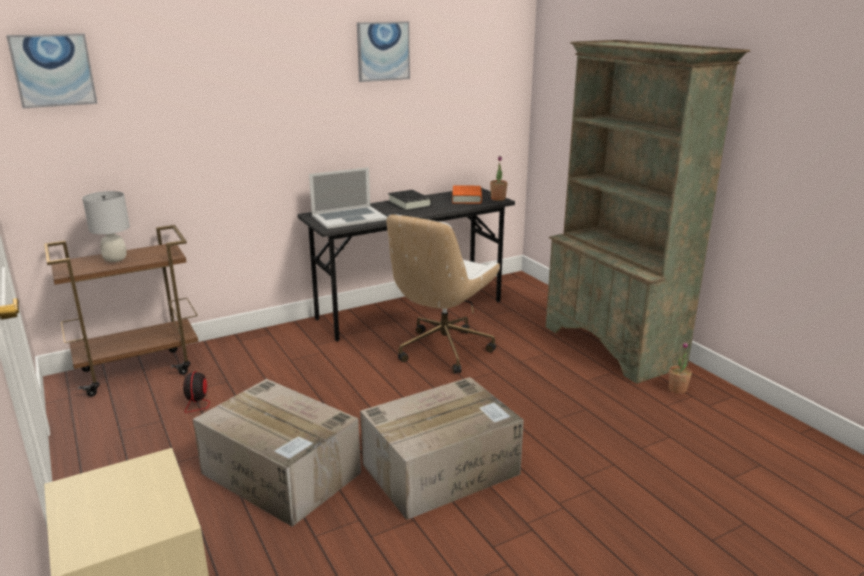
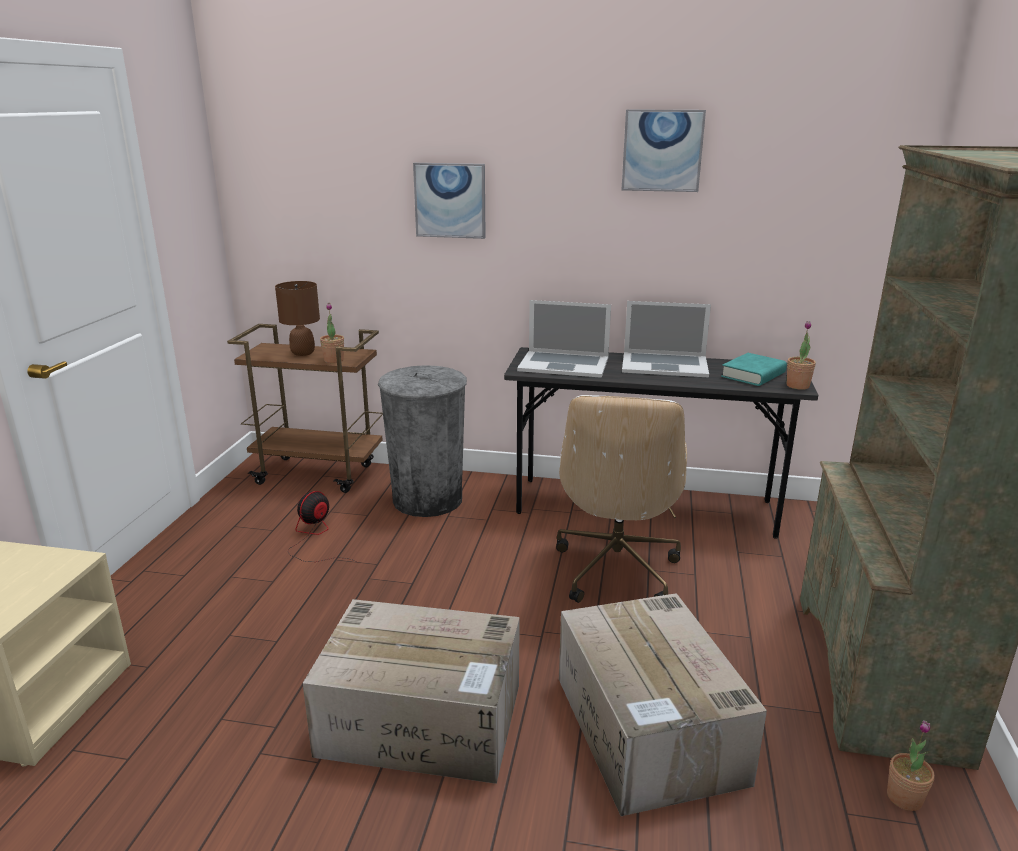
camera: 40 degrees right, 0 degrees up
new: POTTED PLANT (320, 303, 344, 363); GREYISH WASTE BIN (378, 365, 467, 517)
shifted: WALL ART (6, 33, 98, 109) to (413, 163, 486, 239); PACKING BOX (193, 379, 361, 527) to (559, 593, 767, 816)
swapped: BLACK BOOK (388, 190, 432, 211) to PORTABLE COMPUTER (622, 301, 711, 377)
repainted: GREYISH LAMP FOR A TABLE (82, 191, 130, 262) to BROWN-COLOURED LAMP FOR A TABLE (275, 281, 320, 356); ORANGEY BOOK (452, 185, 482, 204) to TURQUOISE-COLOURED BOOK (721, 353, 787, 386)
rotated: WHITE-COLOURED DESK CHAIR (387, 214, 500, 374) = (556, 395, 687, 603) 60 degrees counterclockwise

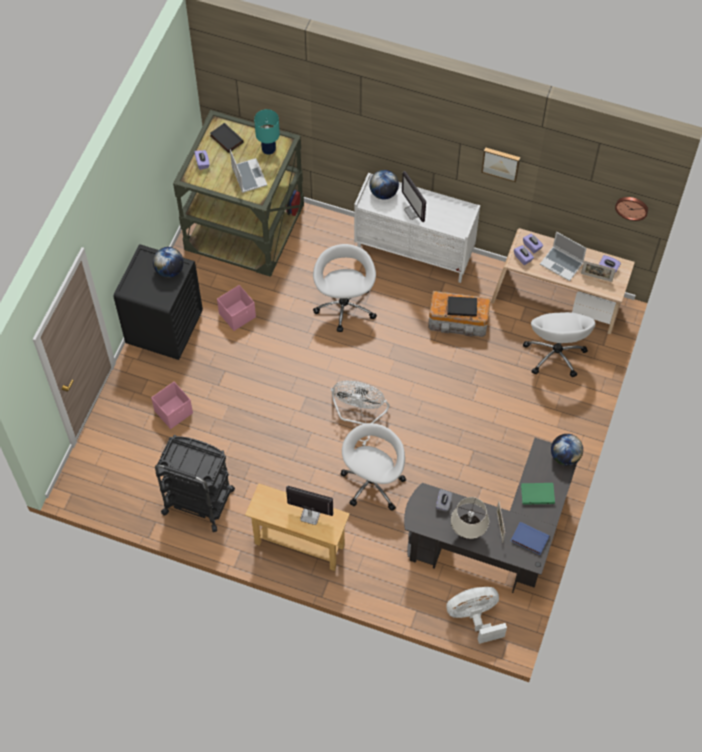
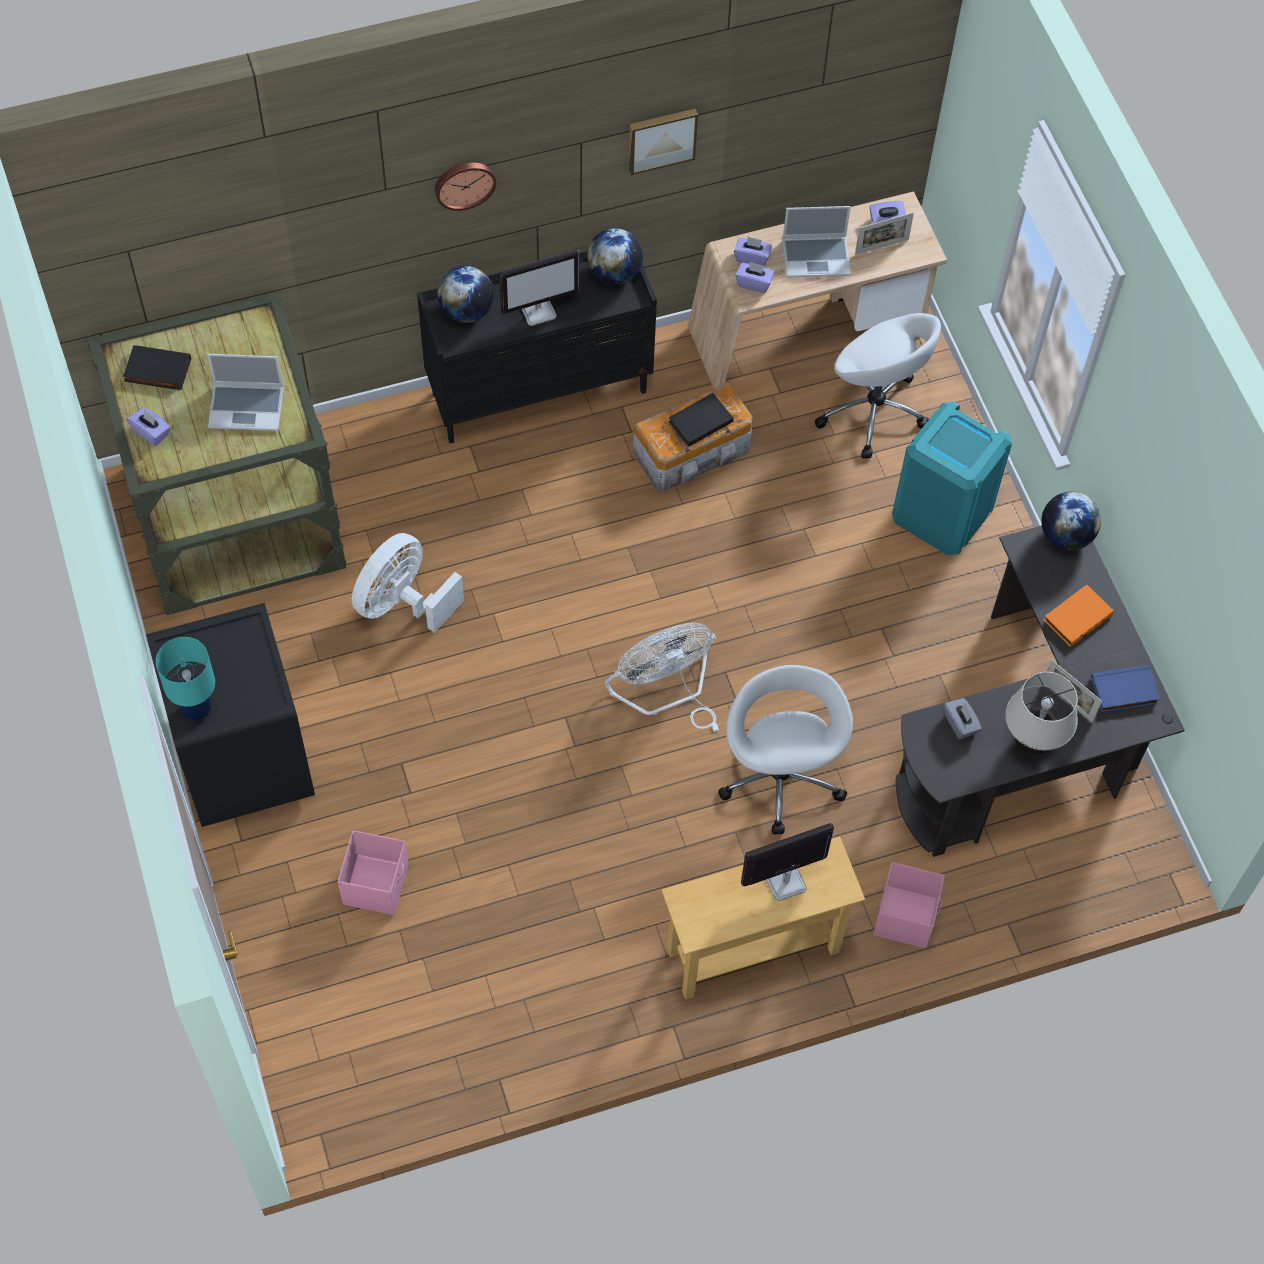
camera: 40 degrees left, 0 degrees up
gone: BLACK TROLLEY (155, 435, 235, 532); WHITE-COLOURED DESK CHAIR (313, 244, 377, 332)
new: TURQUOISE-COLOURED WASTE BIN (892, 402, 1012, 555)
shifted: TURQUOISE-COLOURED LAMP FOR A TABLE (254, 109, 280, 155) to (156, 637, 215, 721); WHITE-COLOURED FAN (446, 587, 507, 644) to (352, 533, 464, 633); CLOCK ON THE WALL (615, 197, 648, 221) to (435, 163, 496, 211); WORLD GLOBE (153, 247, 184, 278) to (587, 228, 643, 285); PINK-COLOURED STORAGE CONTAINER (217, 285, 256, 331) to (873, 862, 945, 948)
repainted: WHITE-COLOURED STORAGE CABINET (354, 173, 480, 283) to BLACK STORAGE CABINET (417, 251, 657, 443); GREEN BOOK (521, 483, 555, 505) to ORANGEY BOOK (1044, 584, 1114, 647)
rotated: PORTABLE COMPUTER (230, 149, 267, 193) = (207, 354, 284, 431) 150 degrees clockwise; MONITOR (402, 171, 426, 222) = (499, 249, 579, 326) 45 degrees counterclockwise

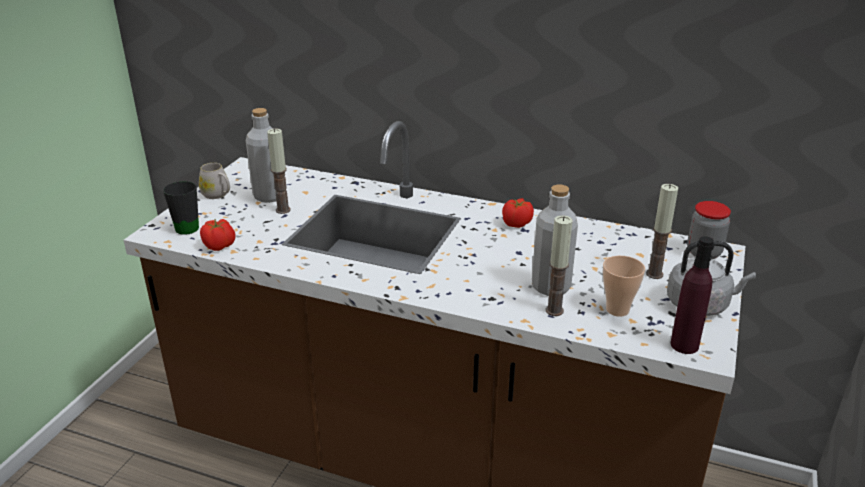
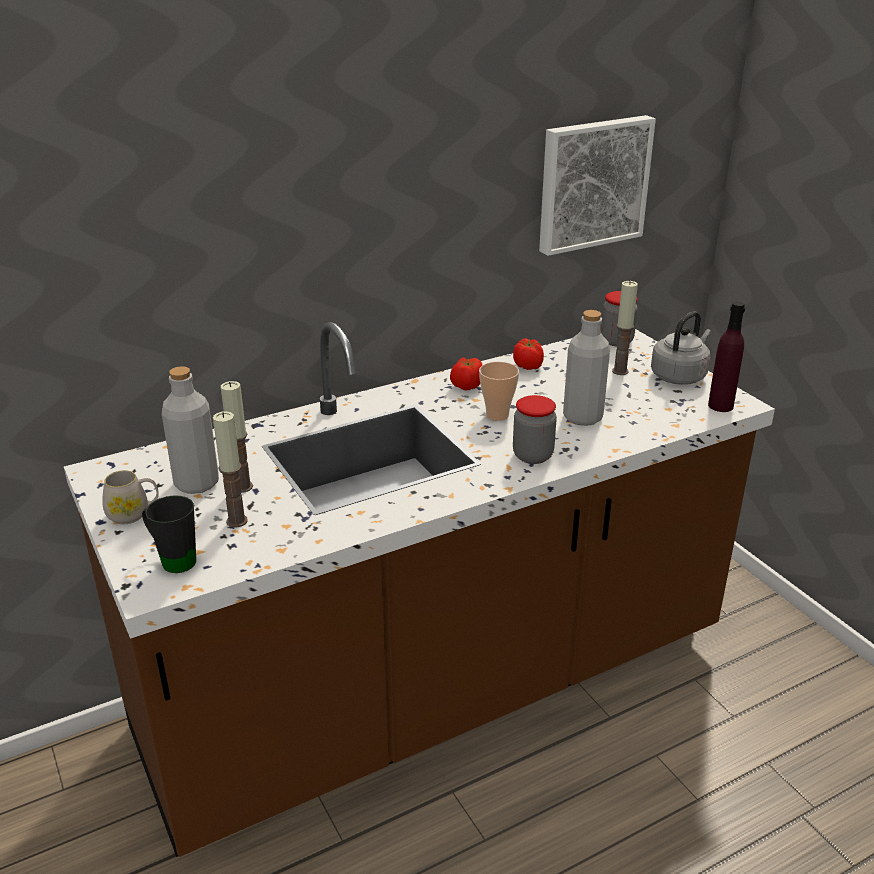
camera: 50 degrees left, 0 degrees up
new: PRESERVE JAR (513, 395, 557, 464); WALL ART (539, 115, 656, 256)
shifted: WAX CANDLE (545, 215, 573, 316) to (213, 411, 248, 528); CUP (603, 256, 645, 317) to (479, 362, 519, 421); TOMATO (200, 219, 236, 251) to (513, 339, 544, 370)

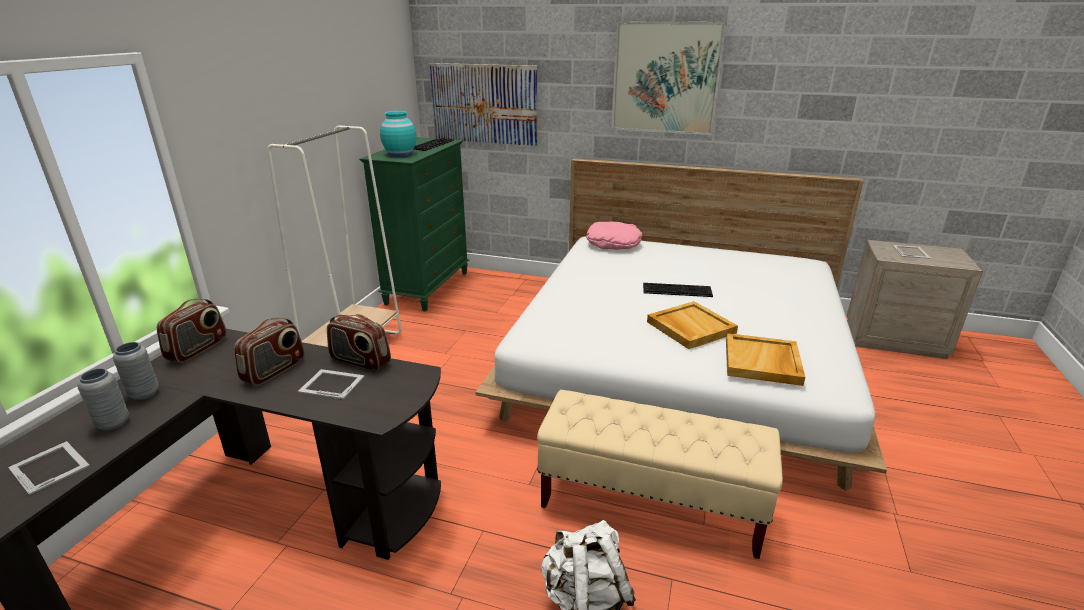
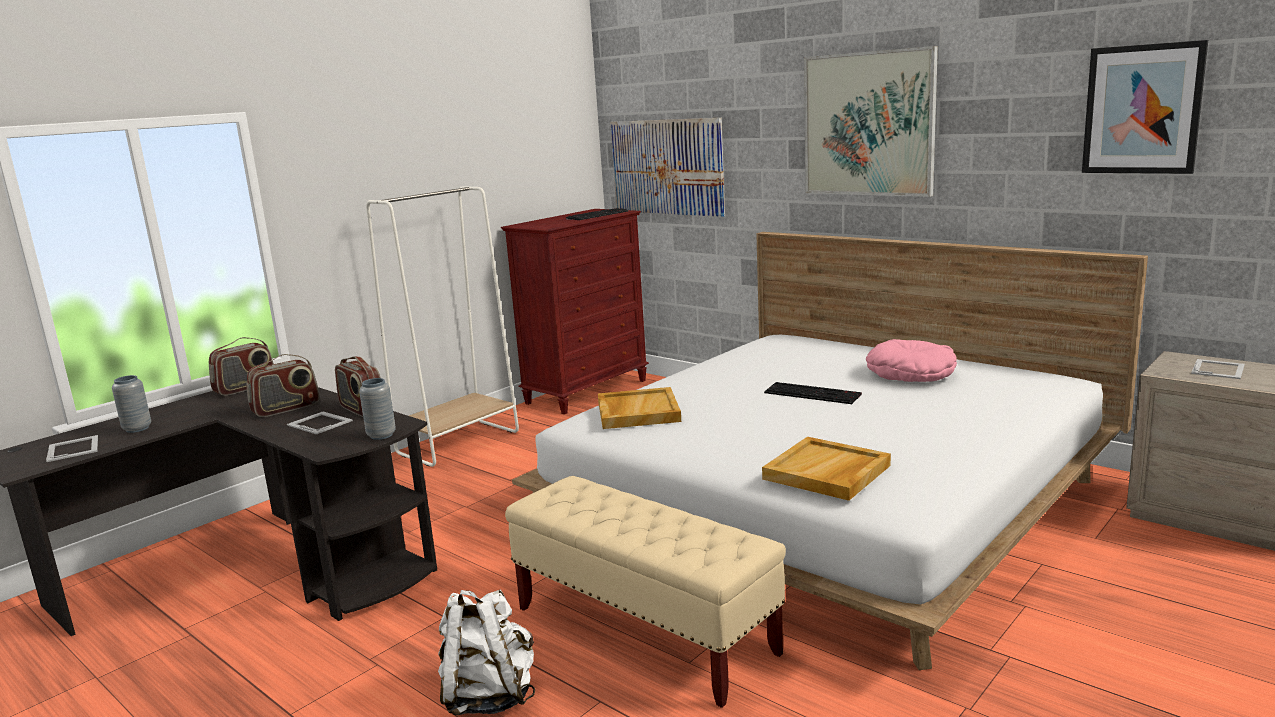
camera: 25 degrees right, 10 degrees down
gone: TURQUOISE-COLOURED VASE (380, 111, 417, 156)
new: WALL ART (1082, 40, 1208, 174)
shifted: GREYISH VASE (113, 342, 159, 400) to (359, 378, 396, 440); BEIGE SERVING TRAY (647, 301, 738, 349) to (598, 387, 681, 429); PINK-COLOURED THROW PILLOW (586, 221, 642, 250) to (866, 339, 957, 382)
repainted: GREEN CHEST OF DRAWERS (359, 137, 469, 311) to RED CHEST OF DRAWERS (501, 209, 649, 414)

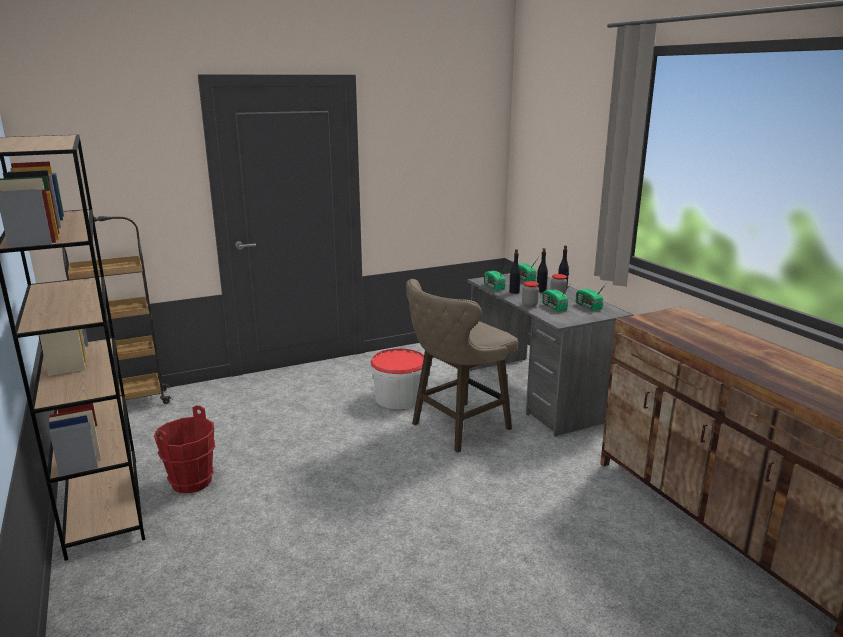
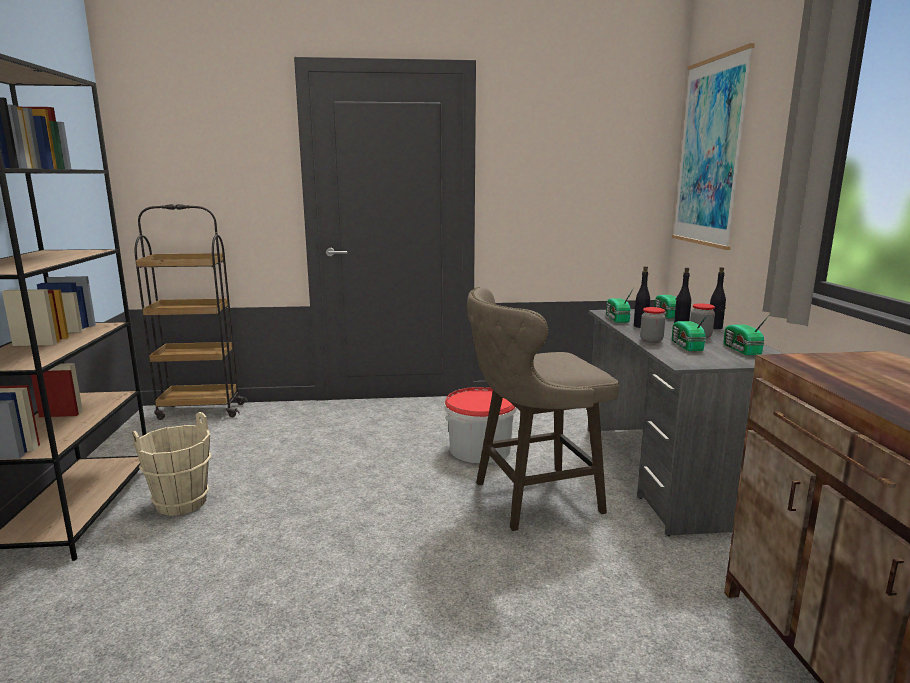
camera: 20 degrees right, 5 degrees down
new: WALL ART (672, 43, 755, 250)
repainted: RED PAIL (154, 405, 215, 493) to BEIGE PAIL (132, 412, 211, 516)

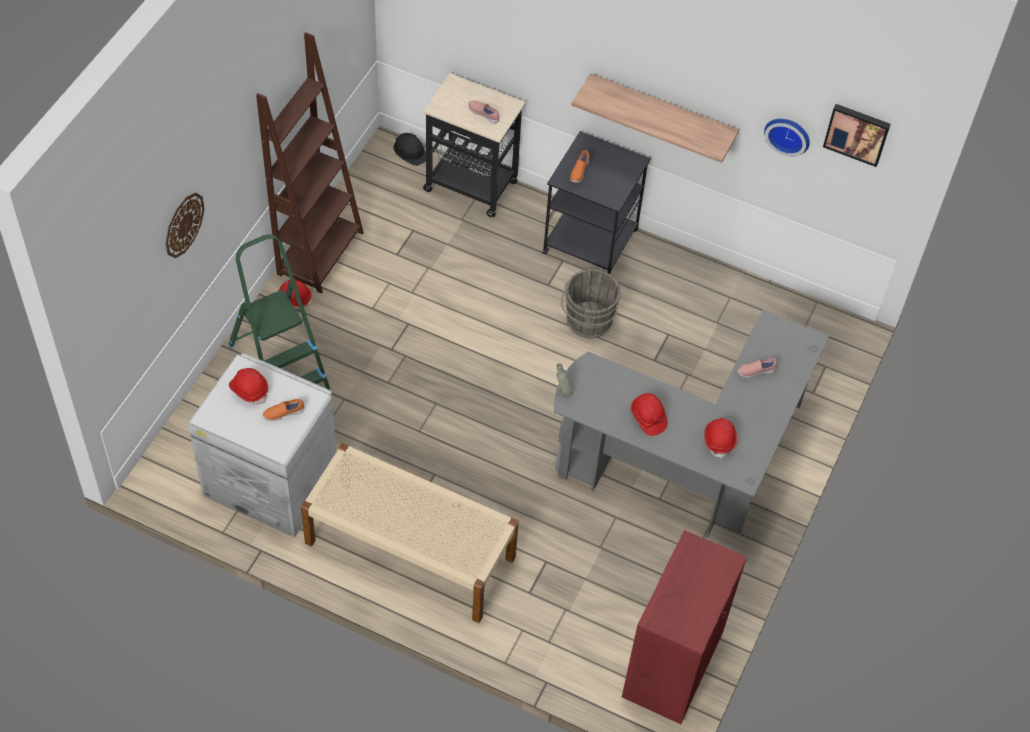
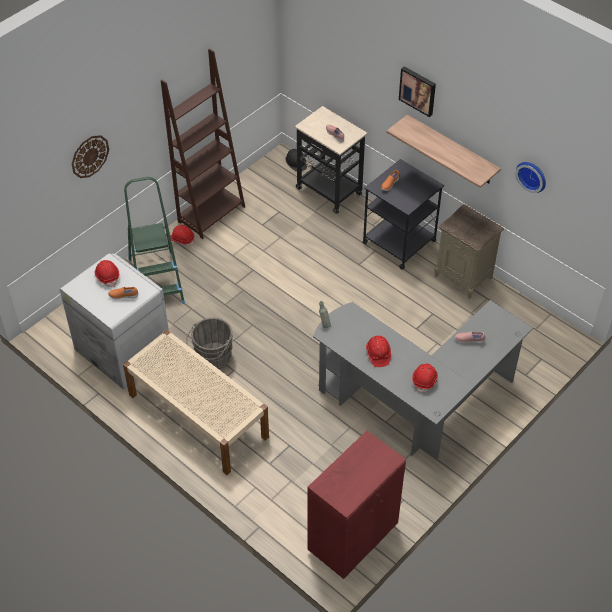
camera: 20 degrees right, 5 degrees down
new: BEIGE BEDSIDE TABLE (434, 204, 504, 299)
shifted: GREYISH PAIL (561, 269, 621, 338) to (186, 318, 233, 369); WALL ART (823, 104, 891, 167) to (399, 66, 436, 117)

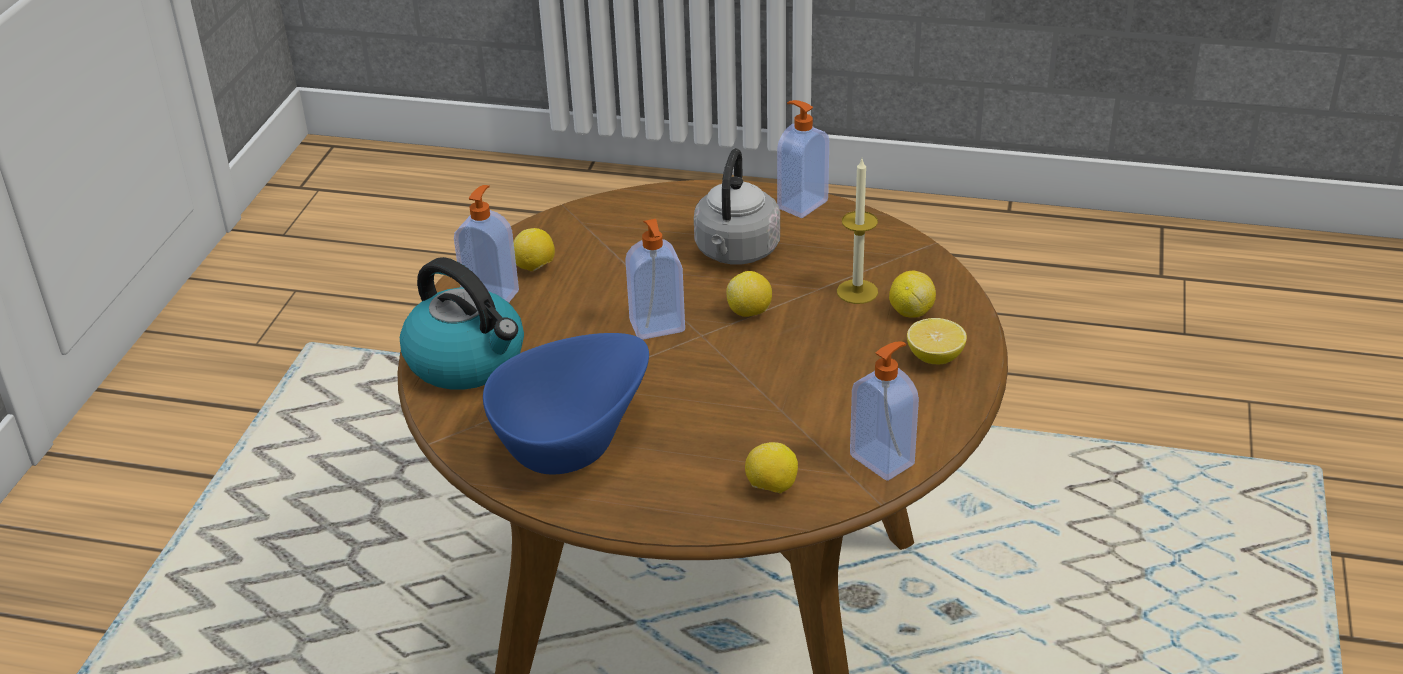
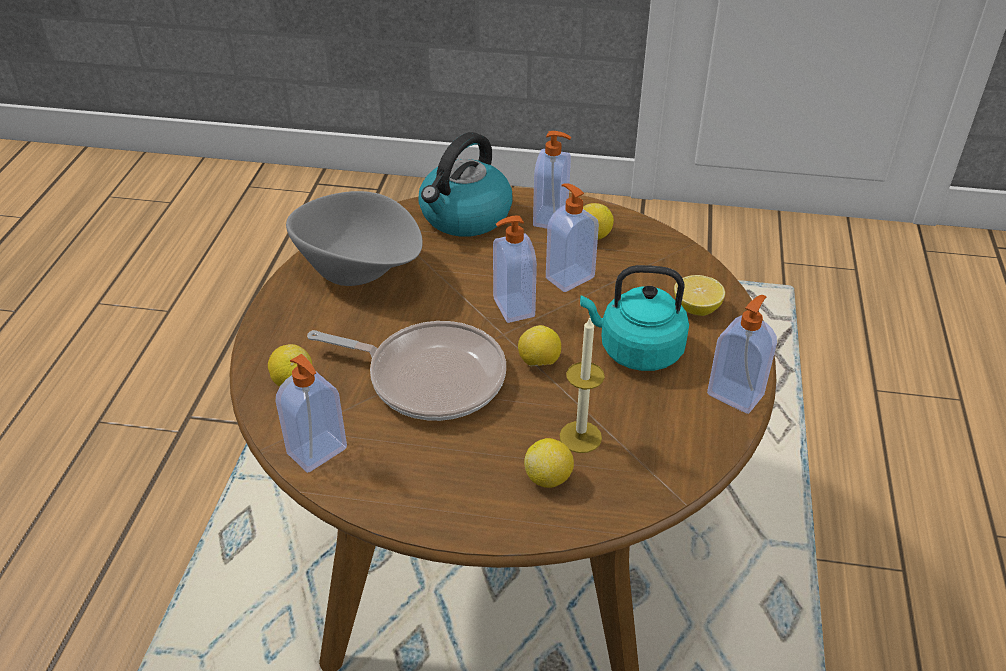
camera: 85 degrees right, 5 degrees up
new: FRYING PAN (307, 321, 506, 421); LIQUID SOAP BOTTLE (546, 183, 599, 292)
shifted: CITRUS FRUIT (907, 318, 967, 364) to (674, 275, 725, 316)
repainted: BLUE-COLOURED DEEP DISH (483, 333, 649, 475) to GREYISH DEEP DISH (286, 191, 423, 286); GREYISH WATER KETTLE (694, 148, 780, 264) to TURQUOISE-COLOURED WATER KETTLE (580, 265, 689, 371)

